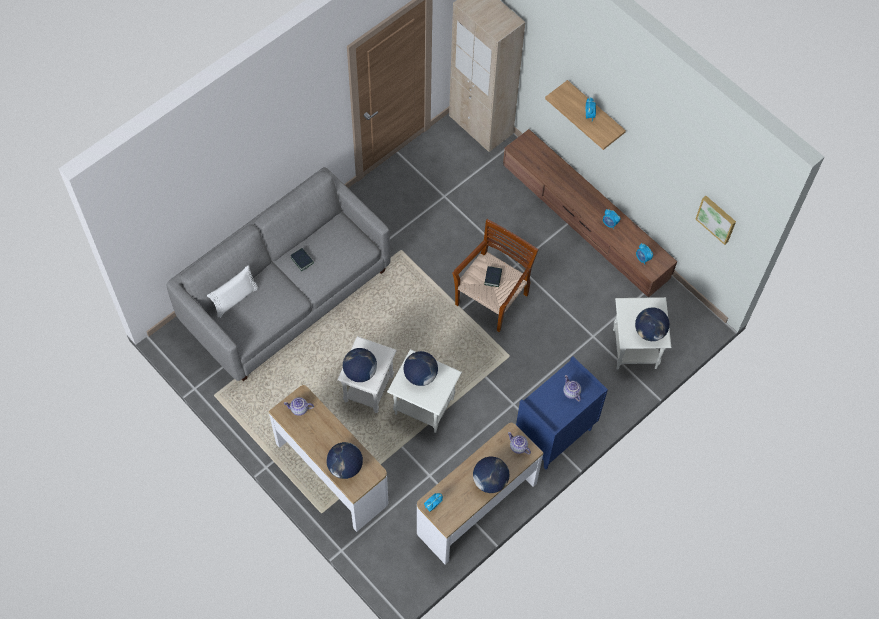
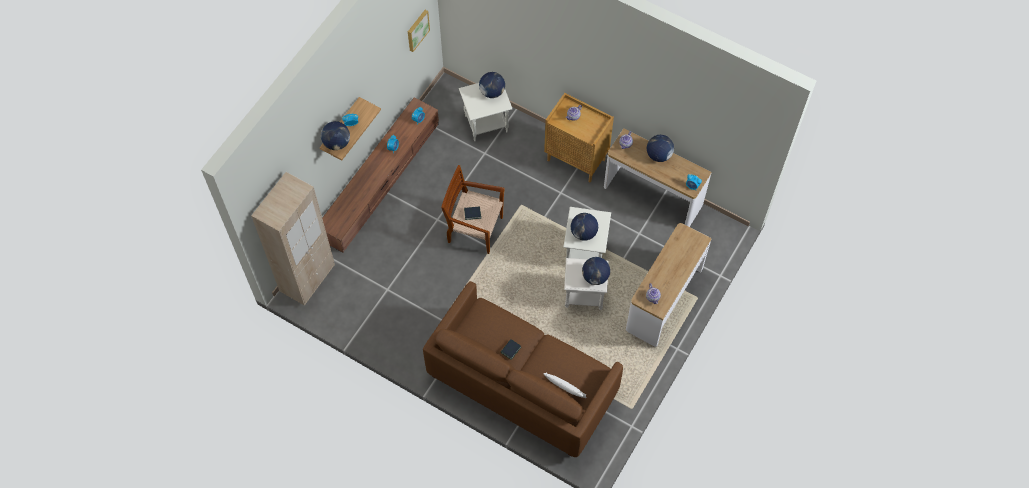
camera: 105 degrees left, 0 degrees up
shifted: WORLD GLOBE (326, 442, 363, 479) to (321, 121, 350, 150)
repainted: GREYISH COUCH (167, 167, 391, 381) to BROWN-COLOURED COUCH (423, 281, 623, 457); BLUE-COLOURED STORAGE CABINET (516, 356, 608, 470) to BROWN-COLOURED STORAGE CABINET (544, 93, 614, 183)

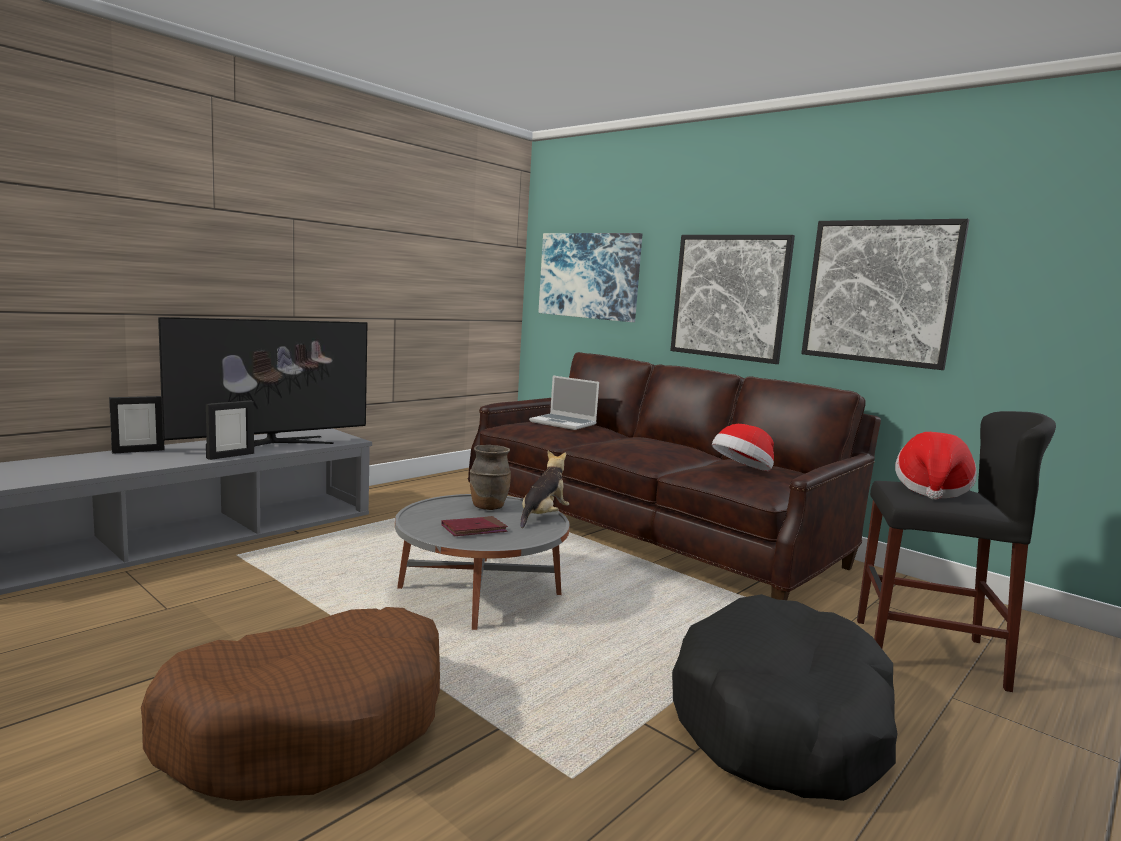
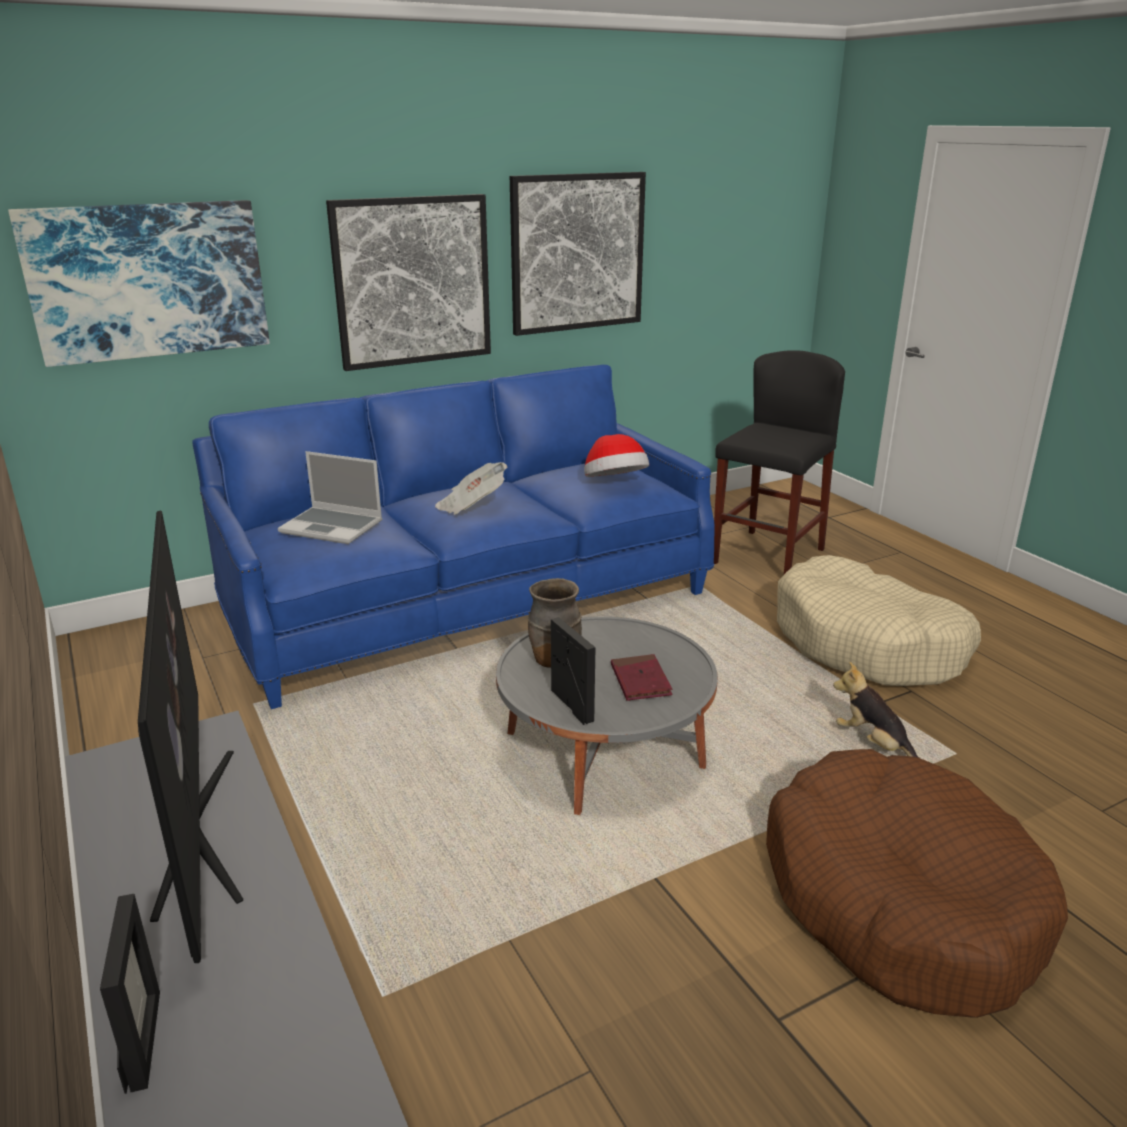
camera: 70 degrees left, 15 degrees up
gone: CLOTHING HAT (895, 432, 976, 500)
new: DAILY PAPER (435, 462, 508, 515)
shifted: PHOTO FRAME (206, 400, 254, 460) to (551, 617, 595, 725); SOFT TOY (520, 451, 569, 528) to (833, 662, 919, 758)
repainted: BROWN-COLOURED COUCH (467, 352, 881, 600) to BLUE-COLOURED COUCH (192, 365, 715, 709); BLACK DOG CUSHION (672, 594, 898, 801) to BEIGE DOG CUSHION (777, 555, 981, 686)
rotated: PORTABLE COMPUTER (529, 376, 599, 430) = (278, 451, 382, 544) 60 degrees clockwise

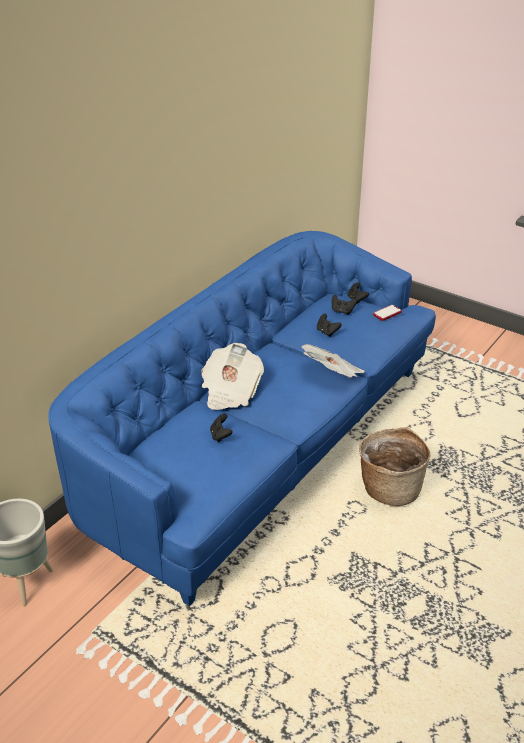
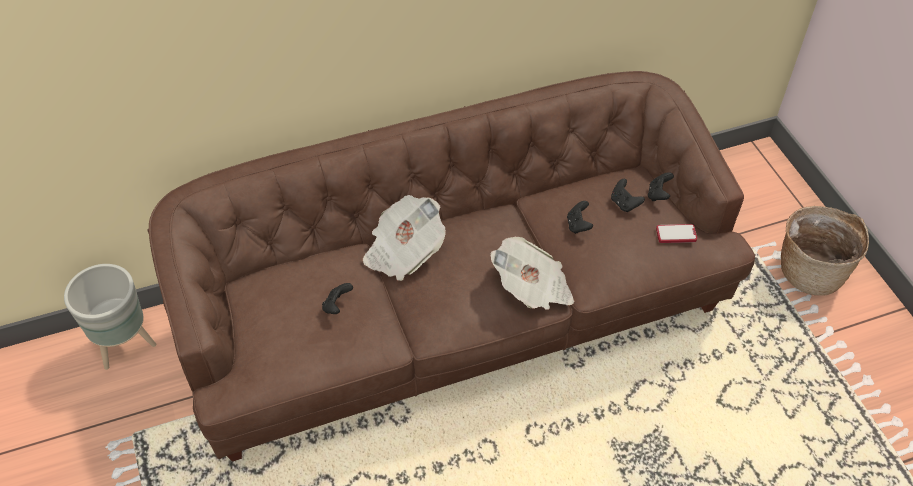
camera: 35 degrees right, 15 degrees up
shifted: HOUSEHOLD BASKET (359, 427, 431, 506) to (781, 206, 869, 296)
repainted: BLUE-COLOURED COUCH (48, 231, 436, 606) to BROWN-COLOURED COUCH (148, 71, 755, 462)

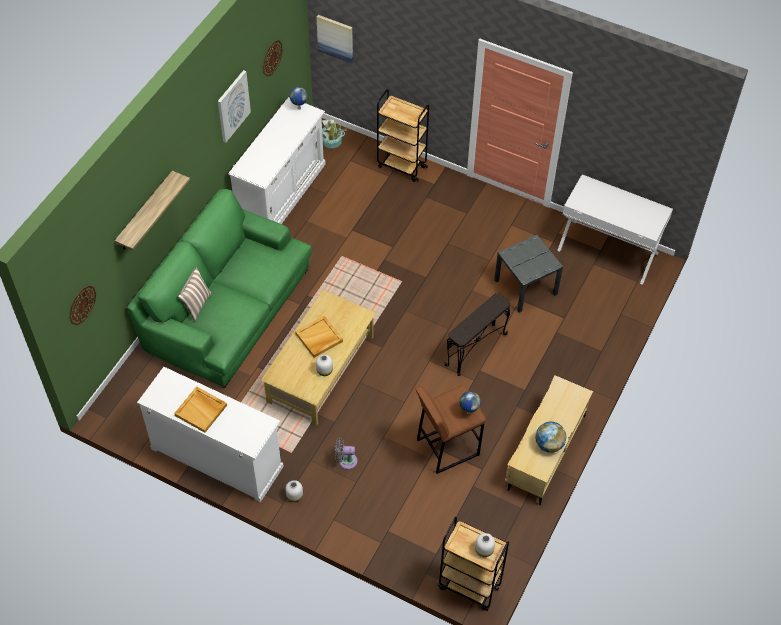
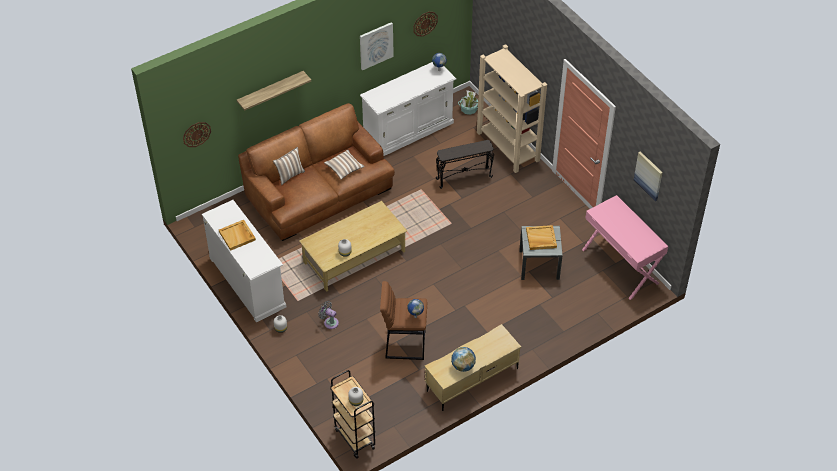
camera: 30 degrees right, 5 degrees down
new: THROW PILLOW (324, 150, 365, 180)
shifted: BLACK SIDE TABLE (445, 293, 510, 376) to (436, 140, 494, 189); BEIGE SERVING TRAY (295, 316, 343, 358) to (526, 225, 557, 250); WALL ART (316, 15, 353, 63) to (634, 151, 663, 201)
swapped: BROWN-COLOURED TROLLEY (377, 89, 429, 182) to BEIGE BOOKCASE (477, 44, 547, 173)
repainted: GREEN COUCH (127, 189, 312, 388) to BROWN-COLOURED COUCH (238, 103, 395, 241); WHITE-COLOURED CONSOLE TABLE (557, 174, 673, 285) to PINK-COLOURED CONSOLE TABLE (582, 195, 668, 300)

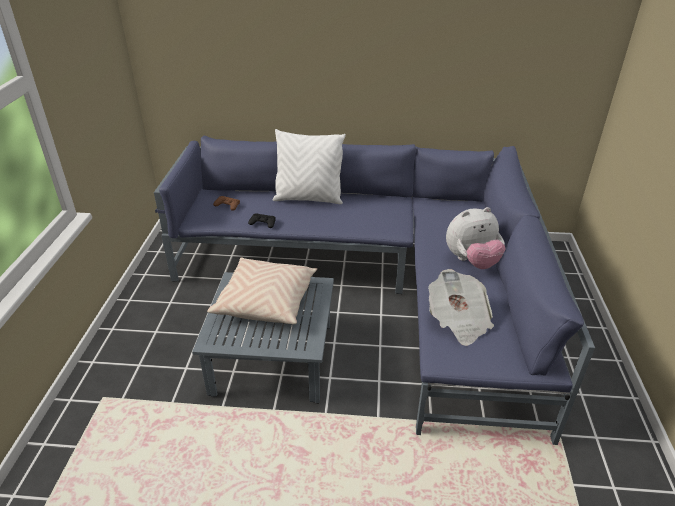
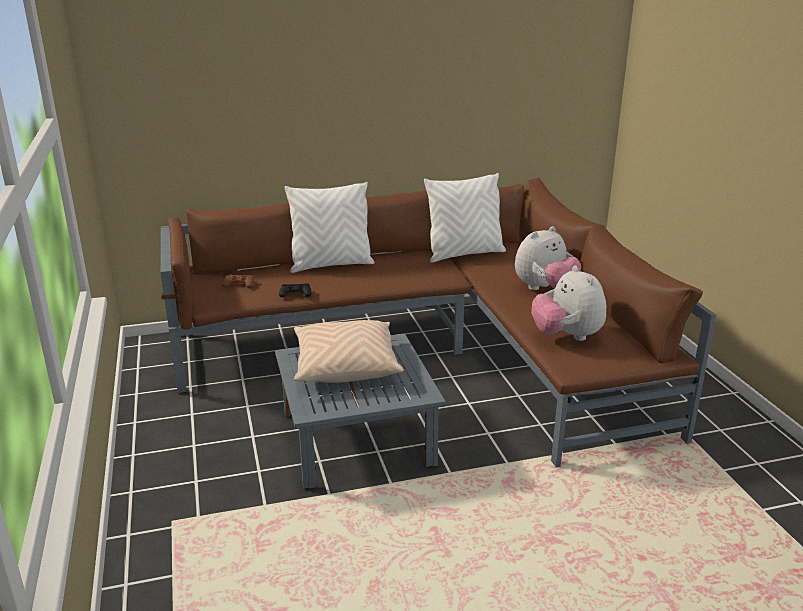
camera: 20 degrees left, 10 degrees down
new: WHITE-COLOURED THROW PILLOW (424, 173, 506, 263)
swapped: DAILY PAPER (428, 269, 494, 346) to SOFT TOY (531, 266, 606, 341)
repainted: BLUE-COLOURED COUCH (154, 136, 595, 445) to BROWN-COLOURED COUCH (161, 178, 716, 489)

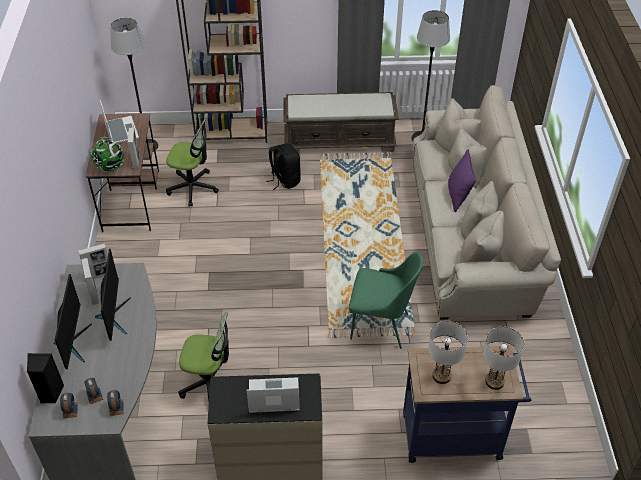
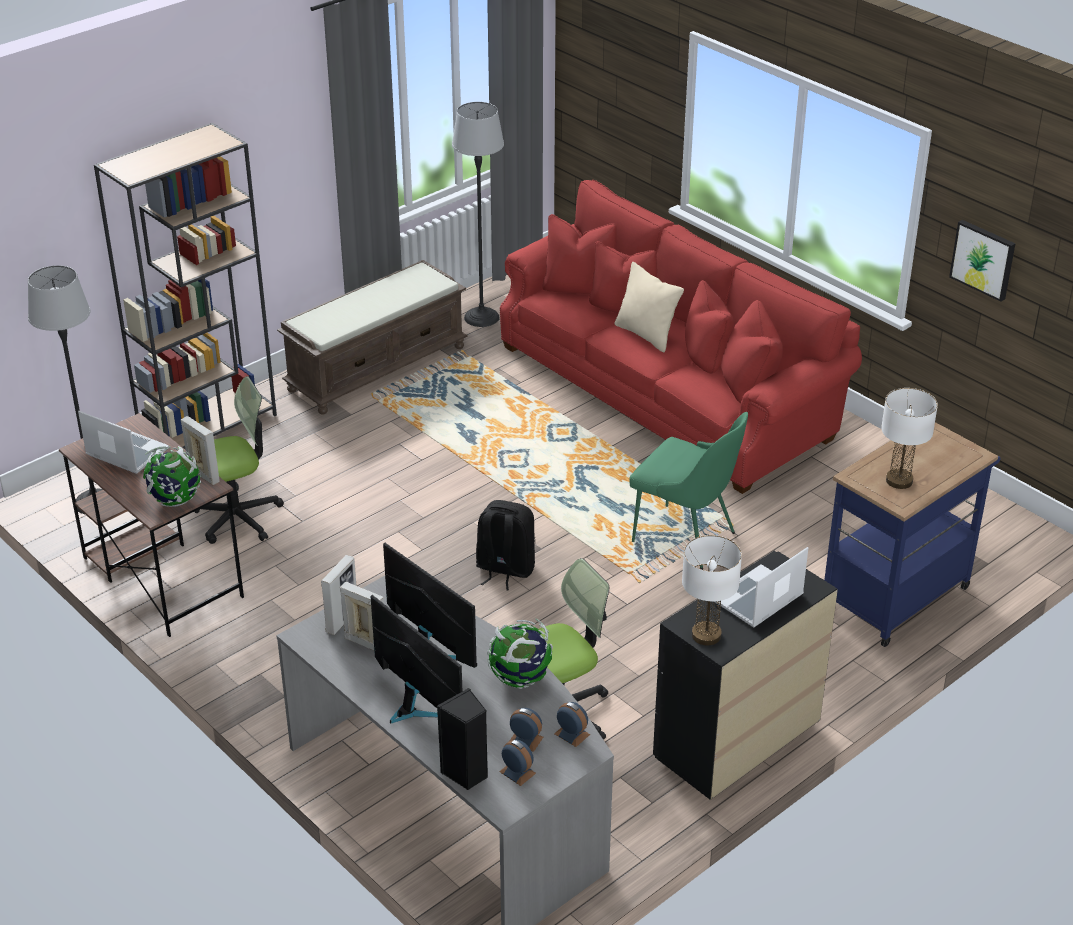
camera: 40 degrees left, 10 degrees down
new: WORLD GLOBE (487, 618, 553, 689); WALL ART (949, 220, 1016, 302)
shifted: BLACK KNAPSACK (266, 143, 301, 190) to (476, 500, 535, 591); LAMP FOR A TABLE (483, 326, 524, 390) to (682, 535, 742, 645)
repainted: BEIGE COUCH (412, 85, 561, 320) to RED COUCH (500, 180, 862, 494); PURPLE THROW PILLOW (448, 149, 476, 212) to BEIGE THROW PILLOW (614, 262, 684, 352)
rotated: GREEN UPRIGHT CHAIR (349, 252, 423, 349) = (629, 412, 748, 570) 60 degrees clockwise

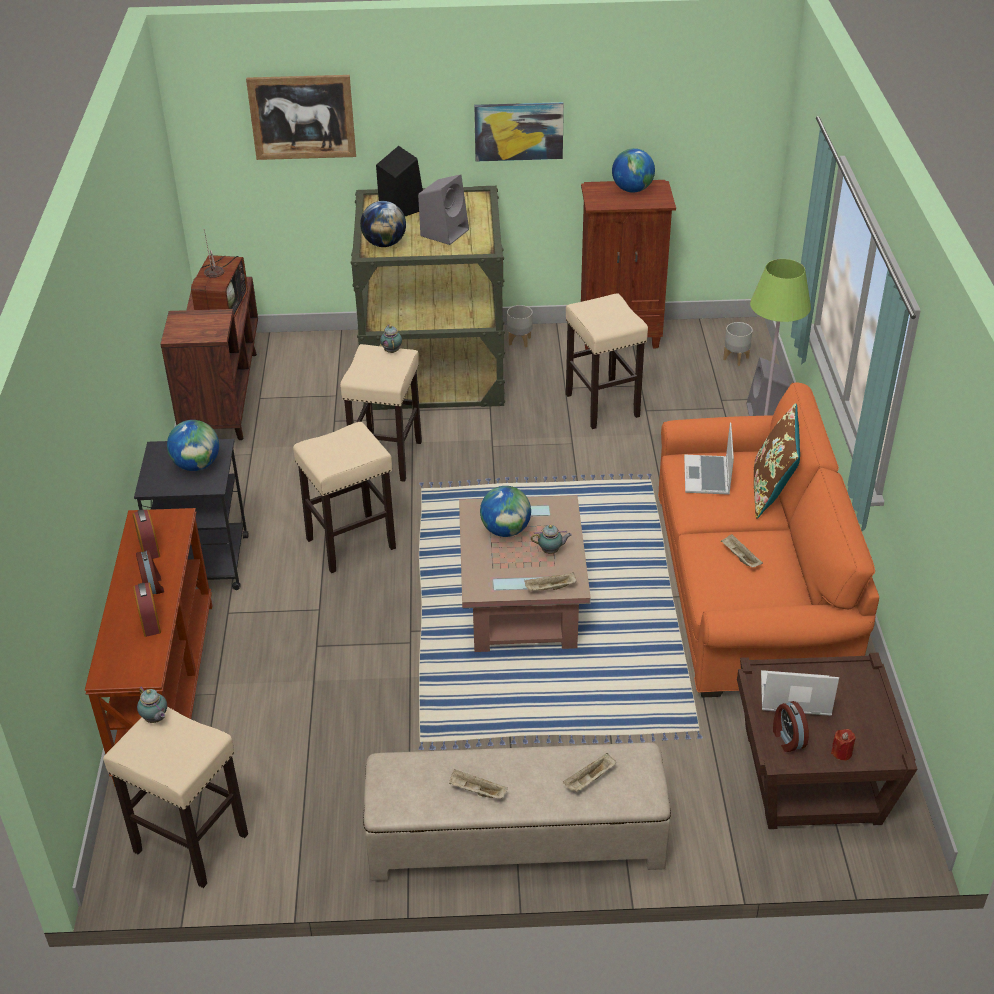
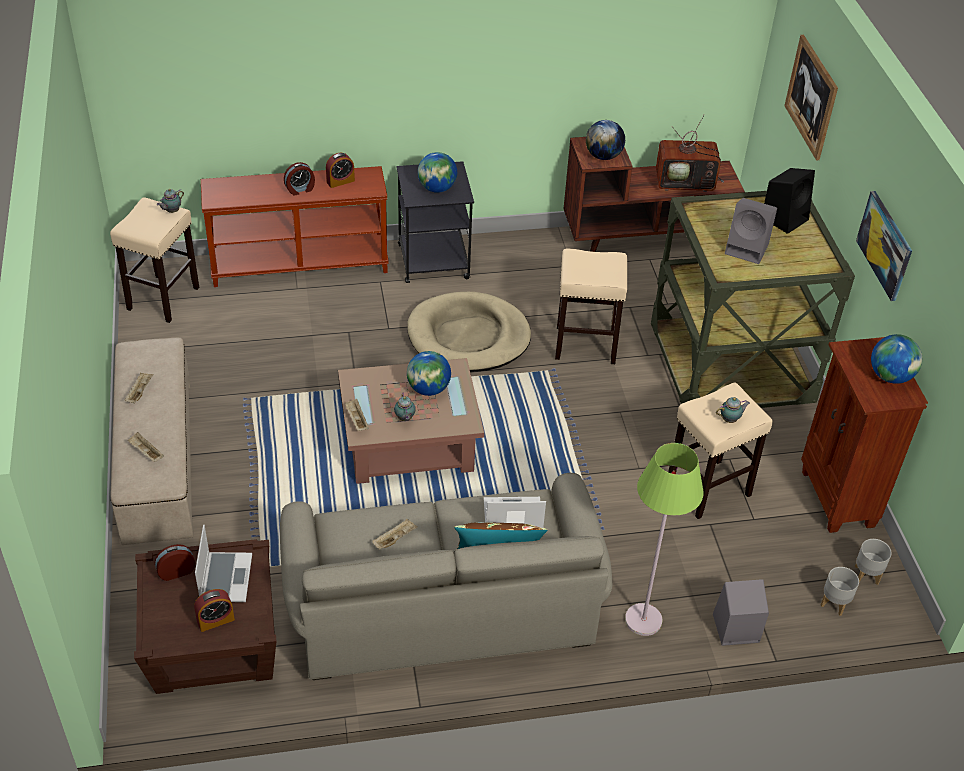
camera: 80 degrees right, 5 degrees up
gone: RED WAX CANDLE (831, 729, 856, 761)
shifted: TABLE CLOCK (133, 582, 161, 637) to (194, 589, 235, 632); WORLD GLOBE (360, 201, 406, 247) to (586, 120, 625, 160); POT FOR TEA (380, 325, 402, 353) to (716, 397, 750, 423); GREYISH PLANTER (507, 305, 533, 347) to (855, 539, 892, 585)
swapped: BEIGE SITTING STOOL (293, 422, 396, 573) to BEIGE DOG CUSHION (407, 292, 531, 372)
repainted: ORANGEY COUCH (658, 382, 879, 697) to GREYISH COUCH (280, 473, 612, 680)

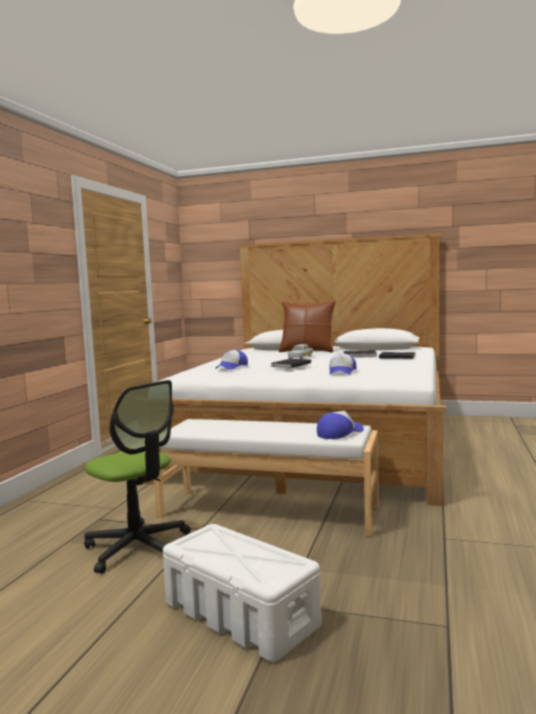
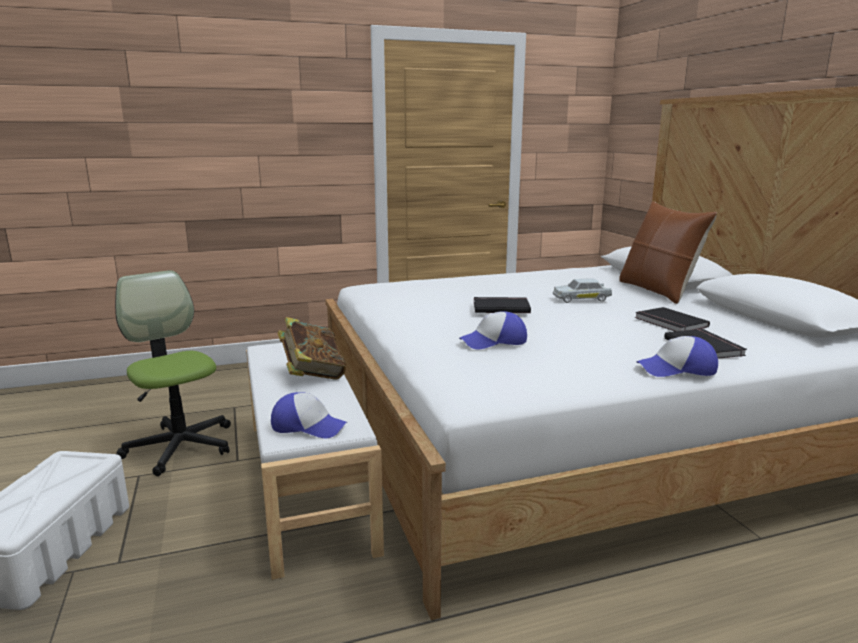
camera: 55 degrees right, 10 degrees up
new: BOOK (278, 317, 346, 380)
shifted: PEAKED CAP (215, 350, 248, 370) to (637, 336, 718, 377)
rotated: DESK CHAIR (84, 380, 191, 574) = (115, 270, 231, 476) 135 degrees clockwise

